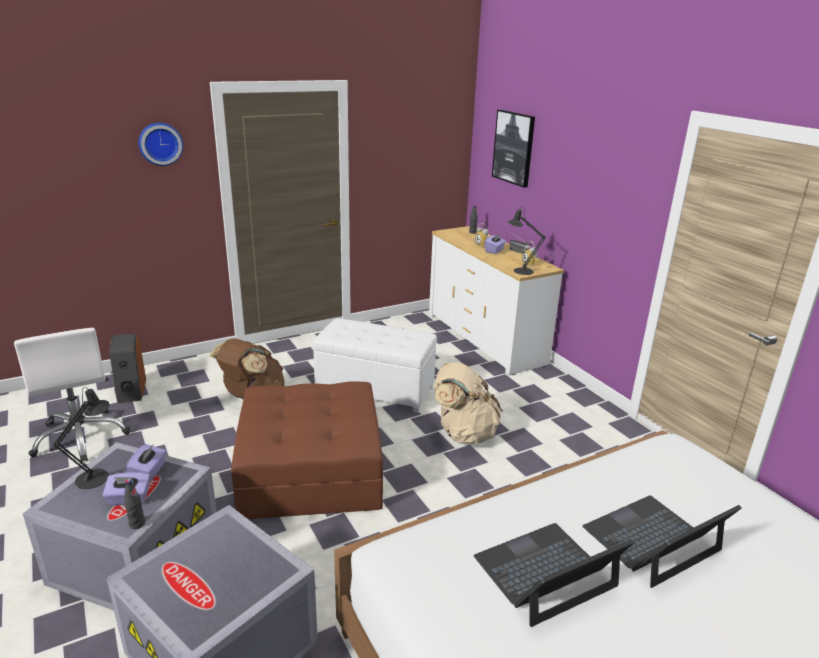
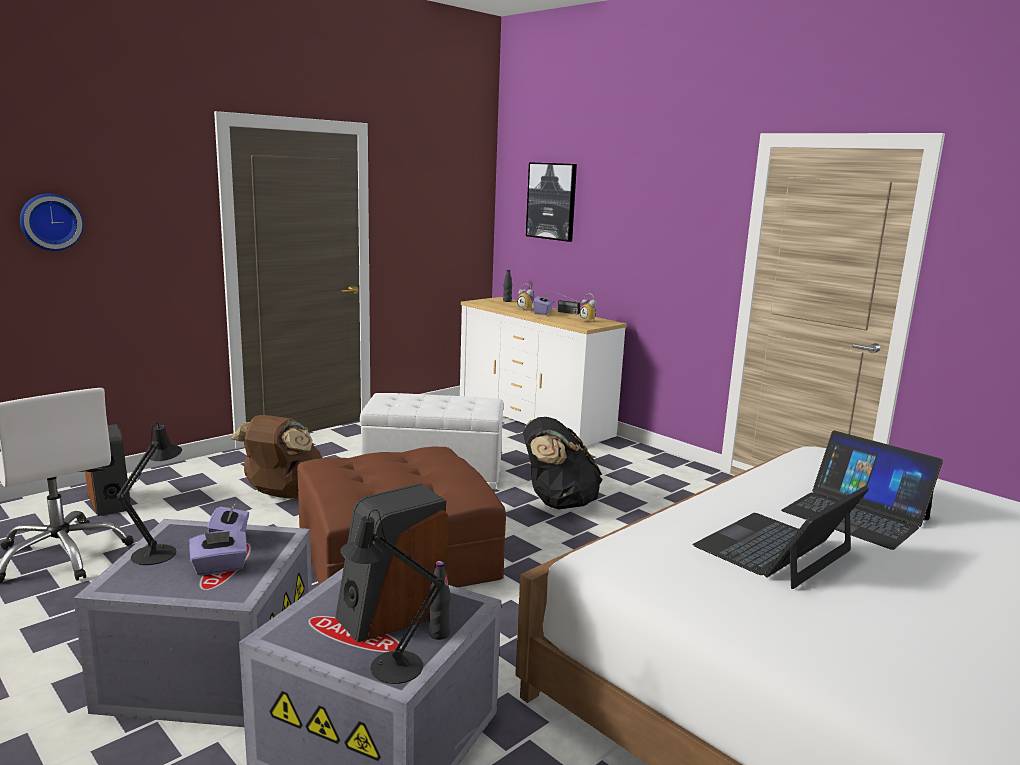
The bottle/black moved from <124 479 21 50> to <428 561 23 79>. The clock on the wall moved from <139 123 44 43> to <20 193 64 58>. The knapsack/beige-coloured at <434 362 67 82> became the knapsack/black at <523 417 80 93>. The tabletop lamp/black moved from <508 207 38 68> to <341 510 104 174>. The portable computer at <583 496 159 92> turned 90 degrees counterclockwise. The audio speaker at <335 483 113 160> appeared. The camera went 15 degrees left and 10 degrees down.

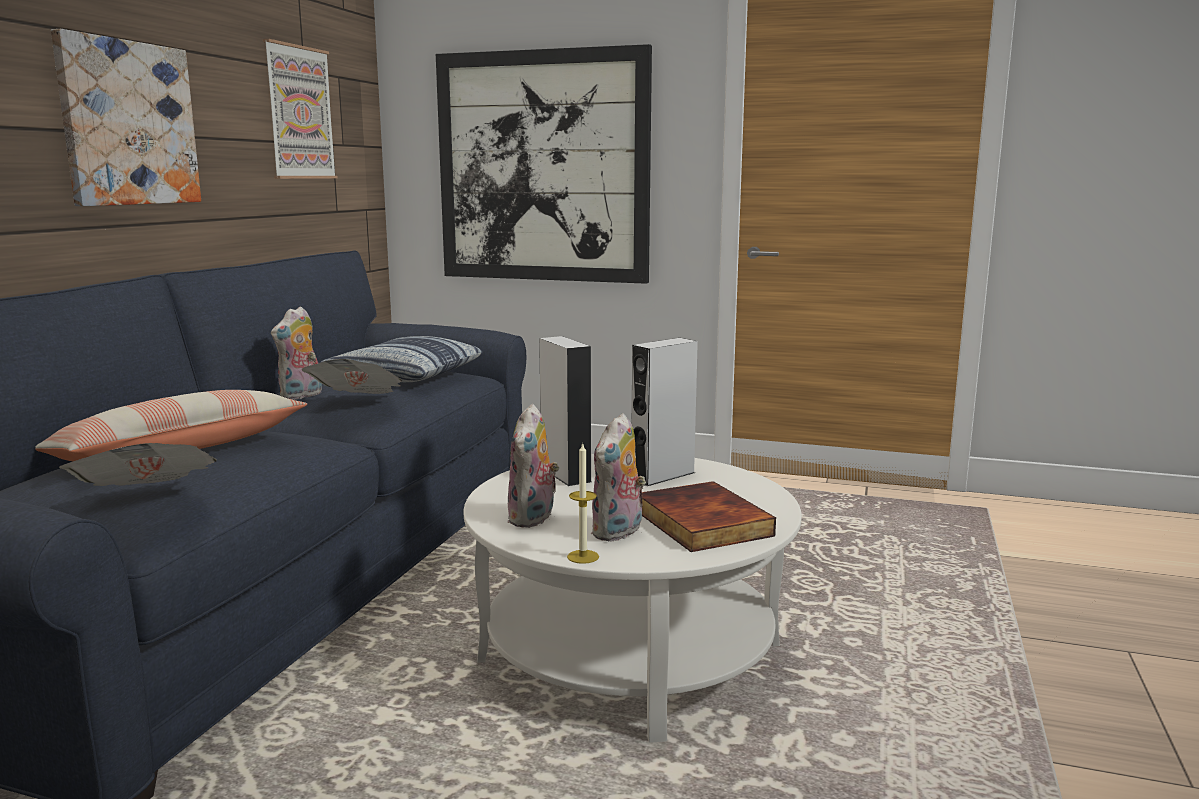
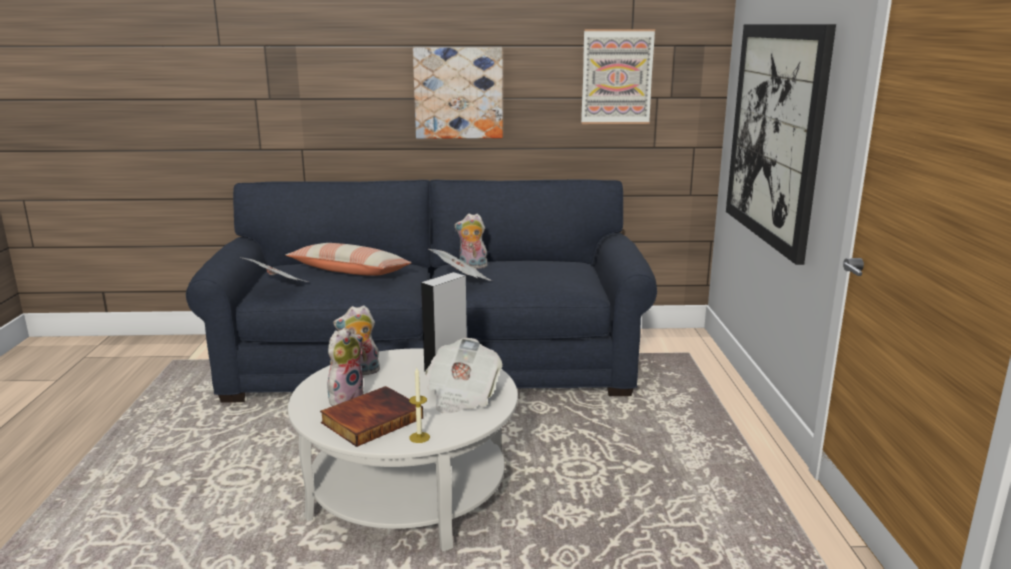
The throw pillow at <320 336 162 46> disappeared. The wax light moved from <567 442 32 122> to <409 368 21 75>. The cuddly toy at <590 413 56 129> turned 120 degrees clockwise. The audio speaker/grey at <632 338 66 148> was replaced by the daily paper at <425 338 77 75>. The camera went 70 degrees right and 5 degrees up.

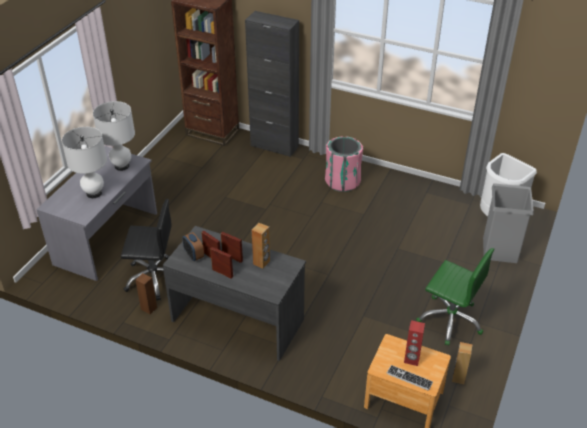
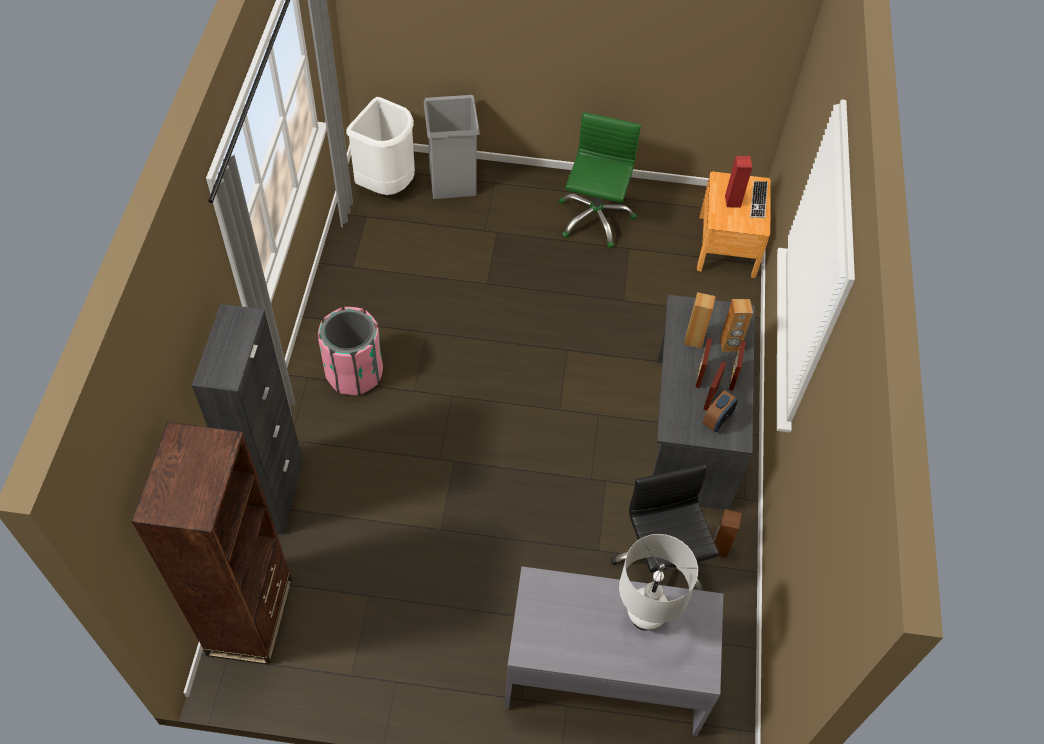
The tabletop lamp/white-coloured at <93 101 42 70> disappeared. The audio speaker/brown-coloured moved from <452 342 20 43> to <720 299 33 53>. The camera went 110 degrees left and 15 degrees up.

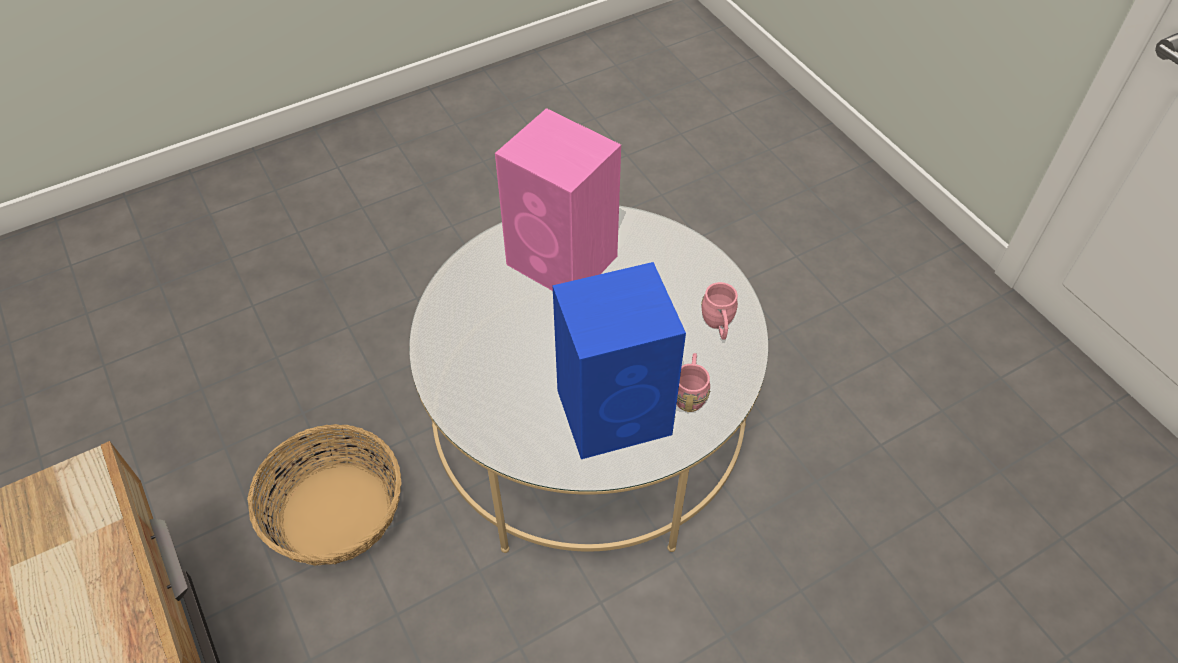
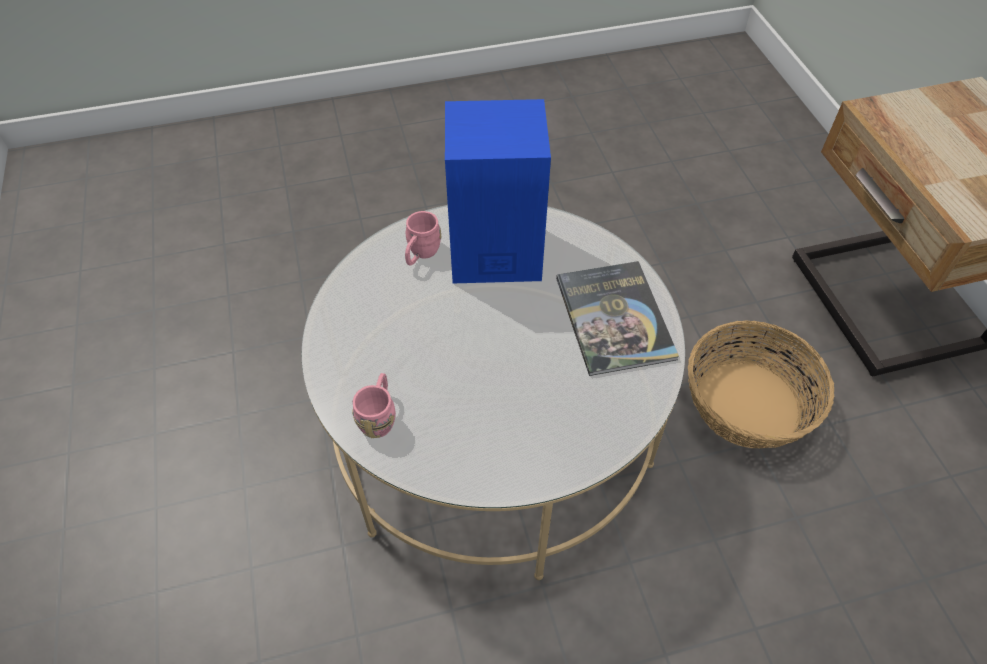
The audio speaker/pink-coloured at <495 108 126 183> disappeared. The tea mug/pink-coloured moved from <701 282 37 58> to <352 373 44 66>. The volume at <556 261 123 115> appeared. The camera went 165 degrees left and 0 degrees up.

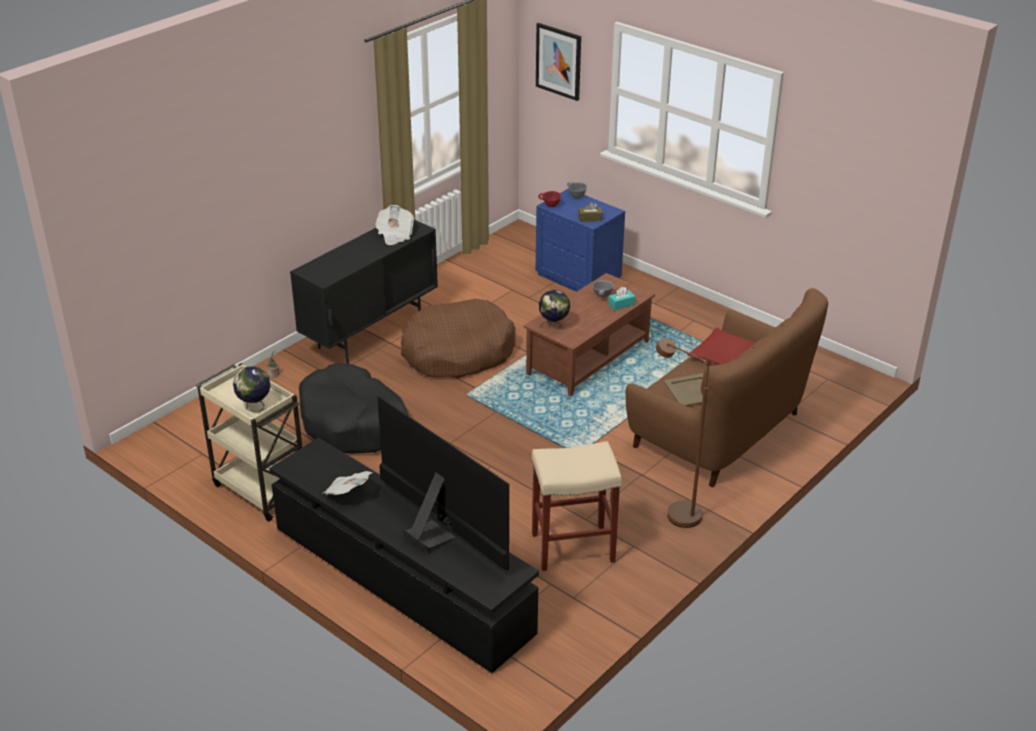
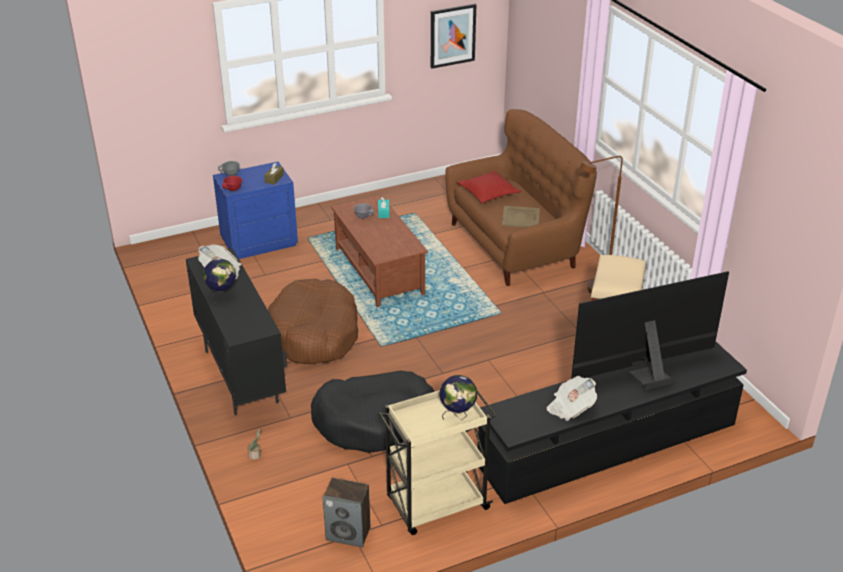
The wall art moved from <536 23 45 78> to <431 4 45 65>. The desk globe moved from <539 290 31 39> to <203 259 33 44>. The audio speaker at <323 478 48 70> appeared. The camera went 65 degrees left and 0 degrees up.

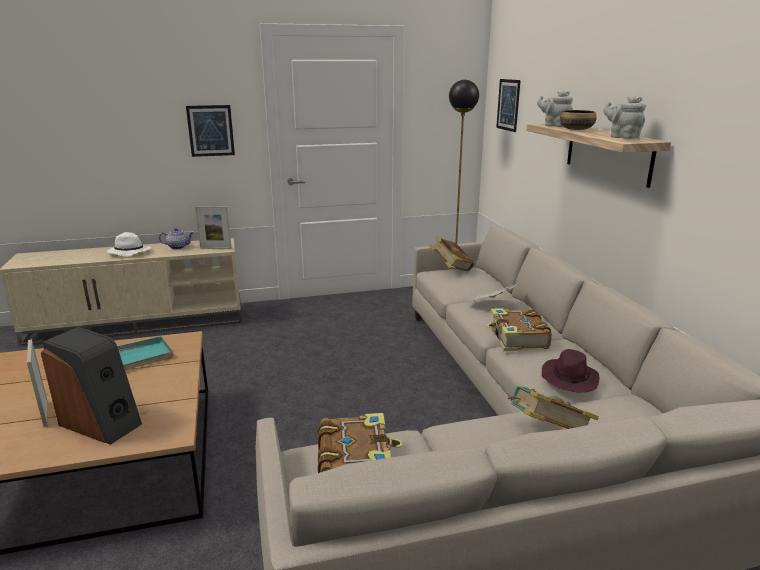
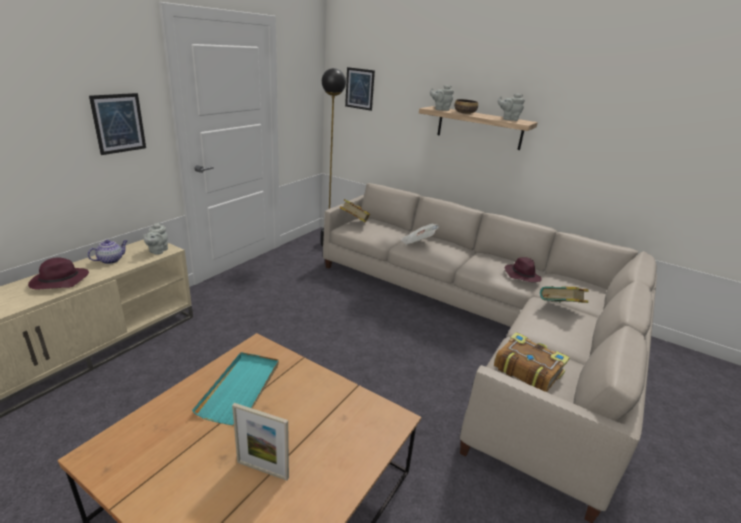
The audio speaker at <41 327 101 118> disappeared. The clothing hat/white-coloured at <106 232 45 25> became the clothing hat/purplish at <28 257 61 33>. The picture frame at <195 206 36 43> was replaced by the teapot/grey at <143 222 25 33>. The volume at <487 308 65 43> disappeared. The camera went 45 degrees left and 5 degrees up.

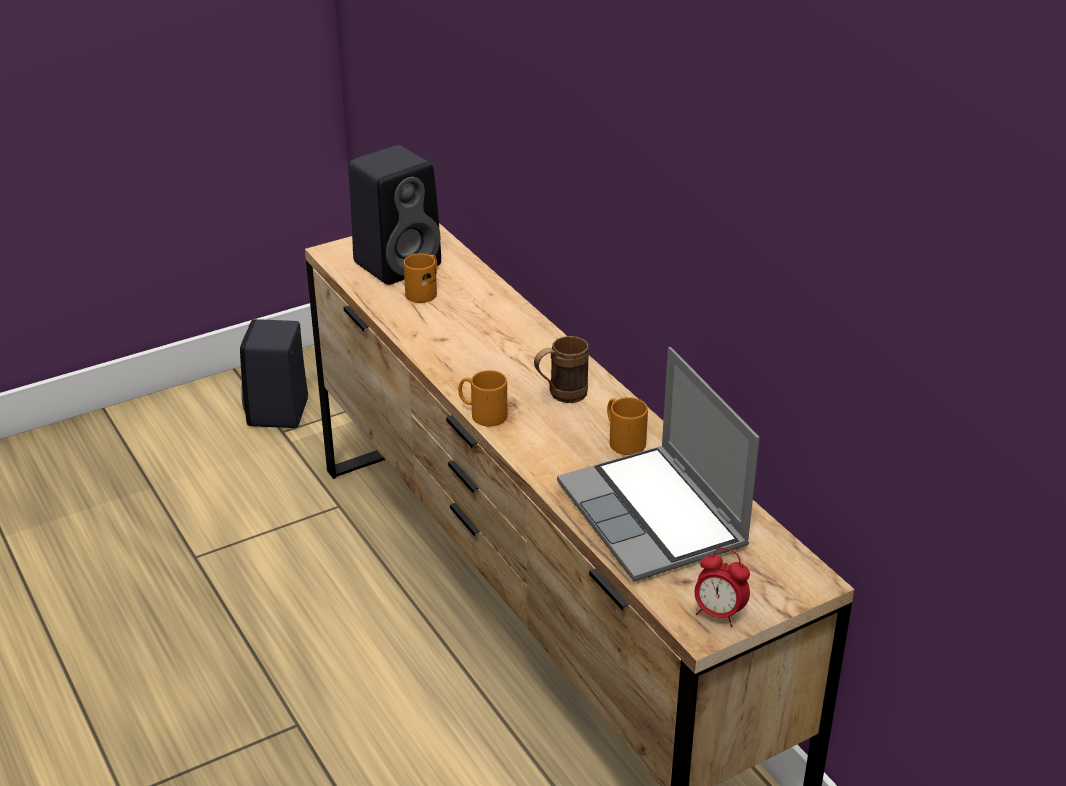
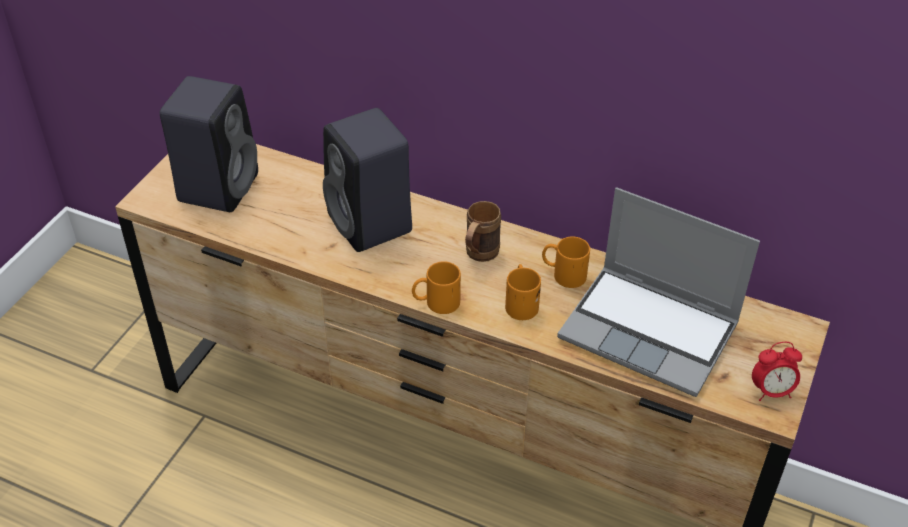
The audio speaker/black moved from <240 319 68 109> to <323 108 89 144>. The tea mug/orange-coloured moved from <404 253 34 50> to <505 264 36 56>. The camera went 35 degrees left and 10 degrees up.

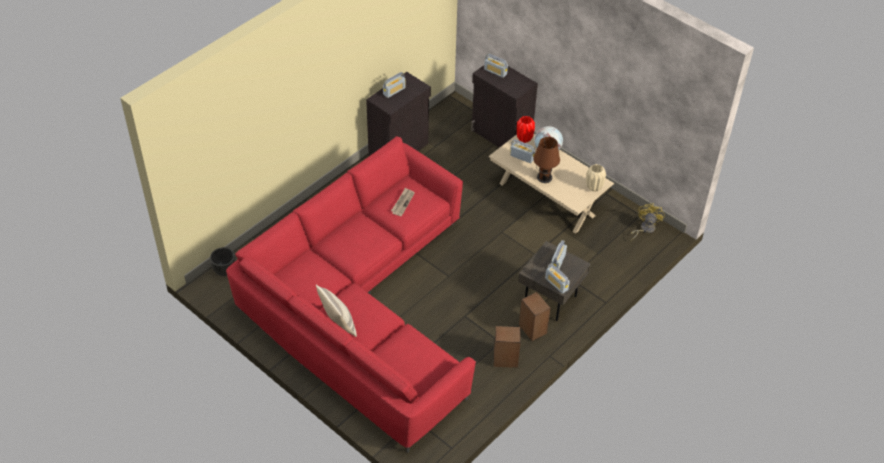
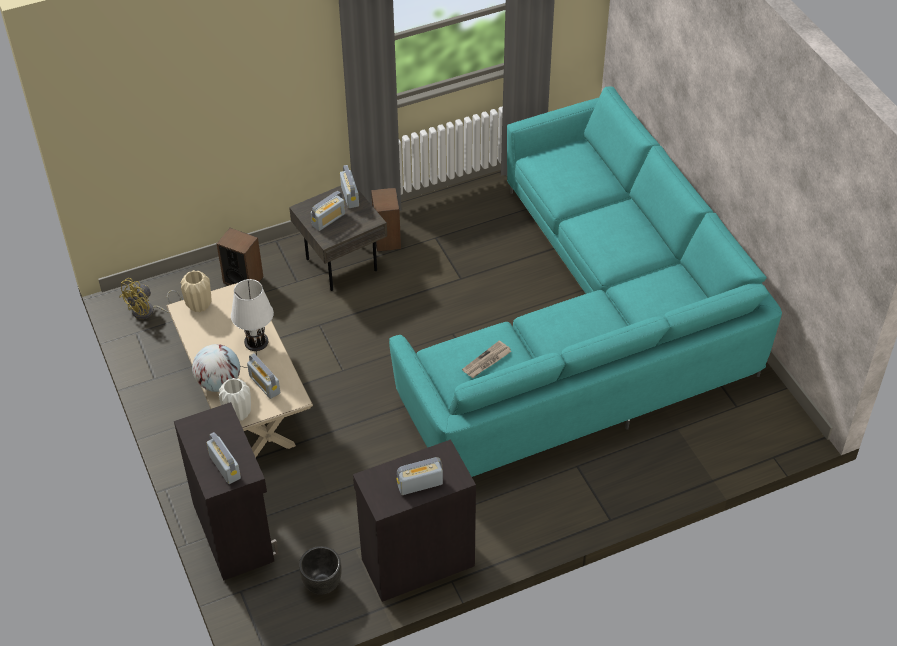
The planter/black moved from <210 247 26 29> to <299 546 42 49>. The couch/red at <226 136 250 317> became the couch/blue-green at <389 87 393 390>. The throw pillow at <316 285 41 52> disappeared. The audio speaker moved from <494 326 27 42> to <217 228 46 57>. The vase/red at <517 116 18 27> became the vase/white-coloured at <219 378 32 43>. The tabletop lamp/brown-coloured at <533 137 27 46> became the tabletop lamp/white-coloured at <231 279 43 89>. The camera went 155 degrees left and 0 degrees up.

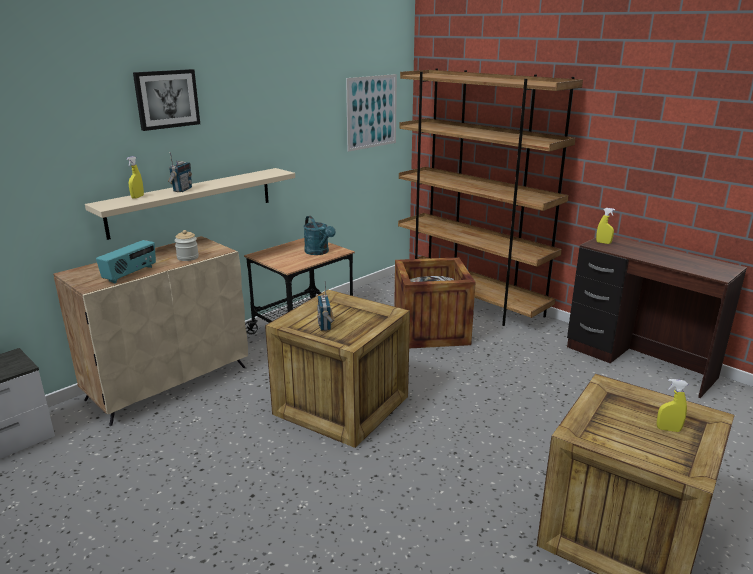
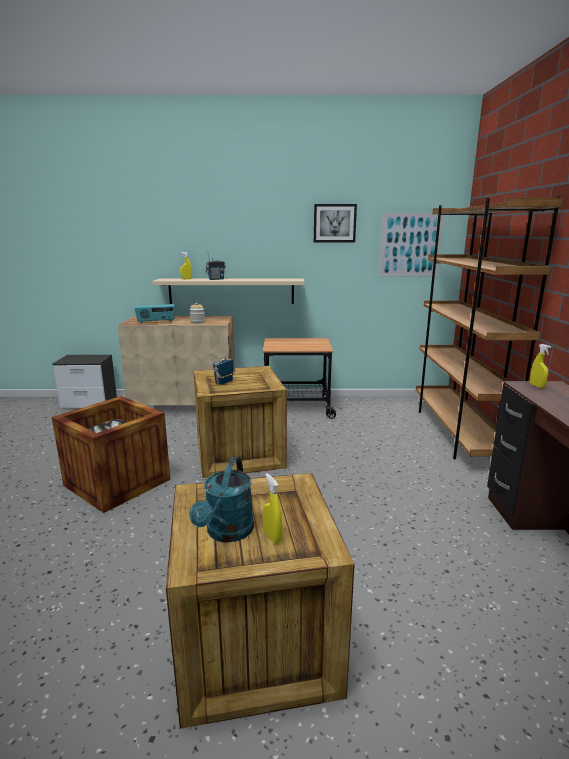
The wall art moved from <133 69 67 62> to <314 204 43 38>. The watering can/blue-green moved from <304 216 32 39> to <190 457 64 85>. The shipping crate moved from <394 257 82 91> to <52 396 118 117>. The camera went 45 degrees right and 5 degrees down.

